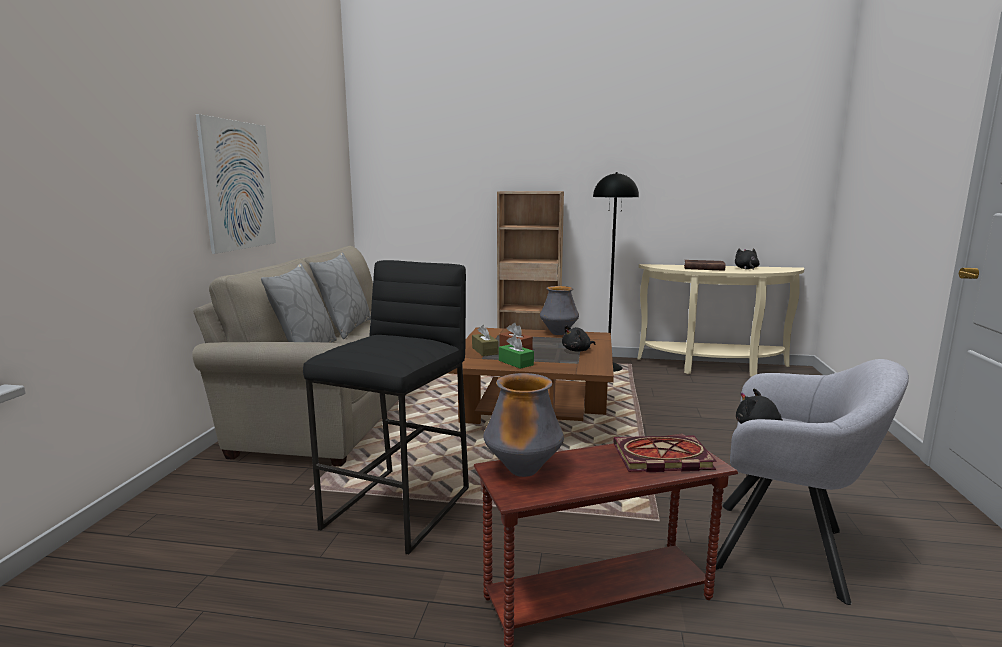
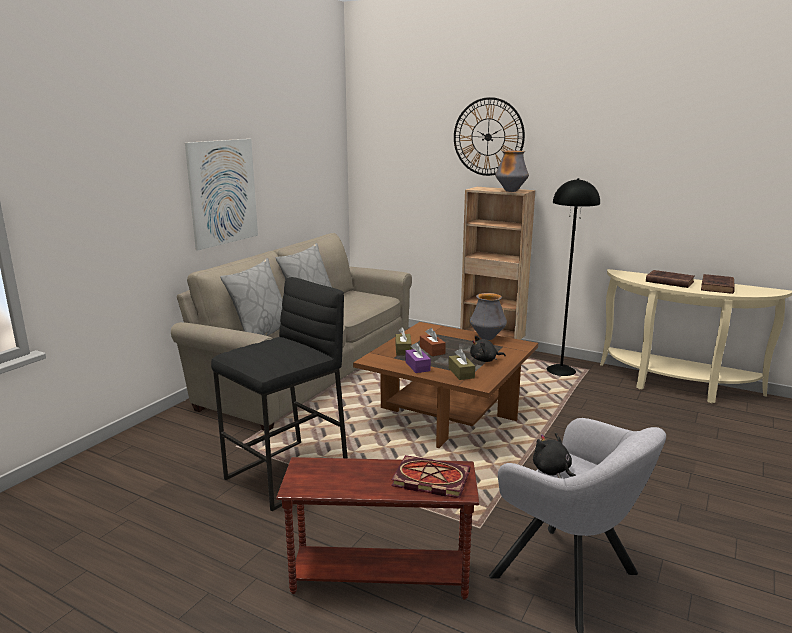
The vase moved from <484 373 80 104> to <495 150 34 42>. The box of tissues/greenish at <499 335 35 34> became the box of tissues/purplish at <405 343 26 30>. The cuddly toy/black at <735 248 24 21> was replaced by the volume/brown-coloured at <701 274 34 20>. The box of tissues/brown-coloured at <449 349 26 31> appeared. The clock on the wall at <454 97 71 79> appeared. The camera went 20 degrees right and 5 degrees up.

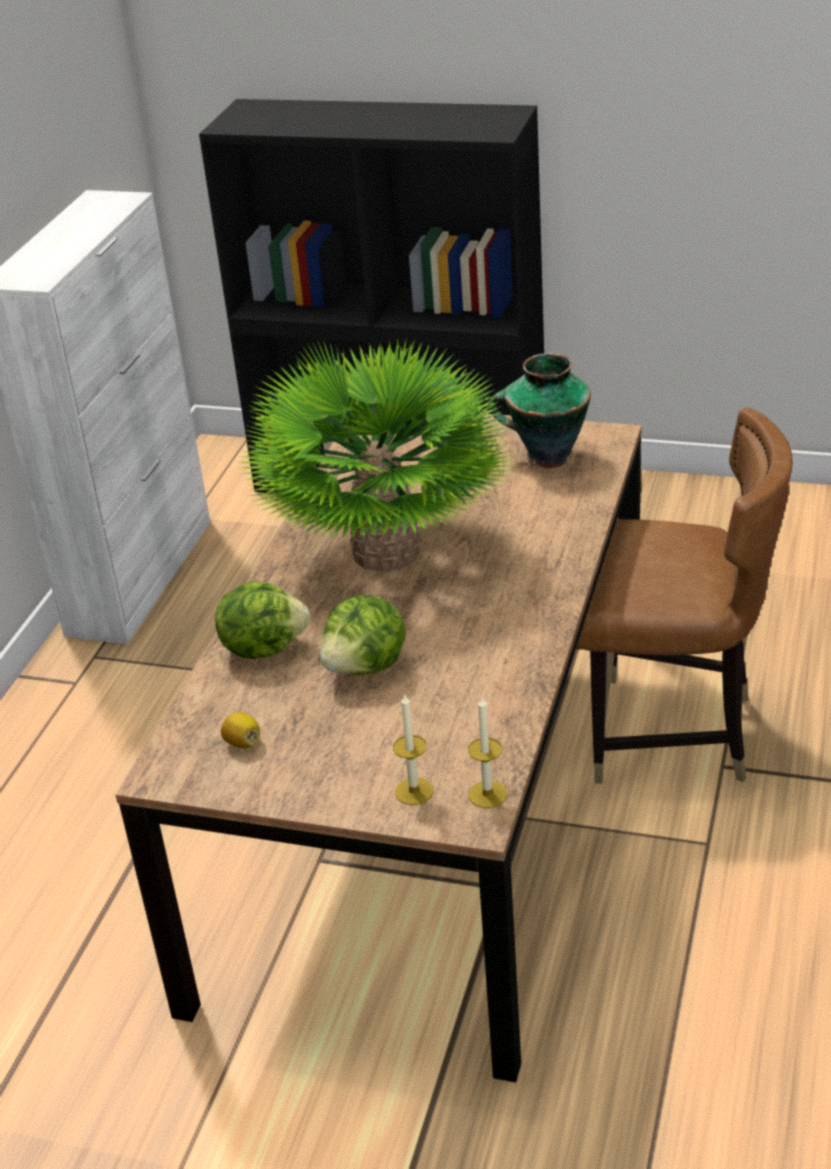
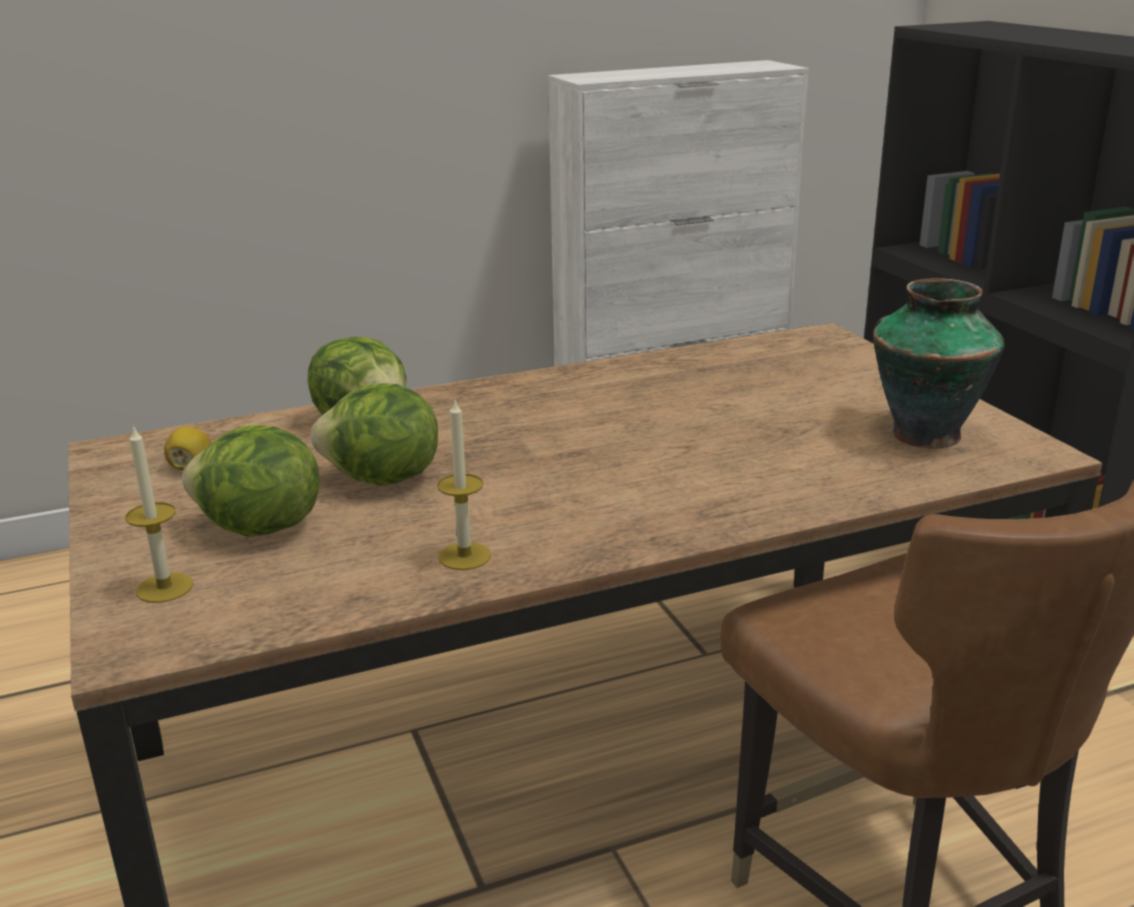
The houseplant at <239 339 275 233> disappeared. The wax light moved from <468 695 39 113> to <437 400 54 170>. The head of lettuce at <182 425 137 112> appeared. The camera went 50 degrees right and 10 degrees down.

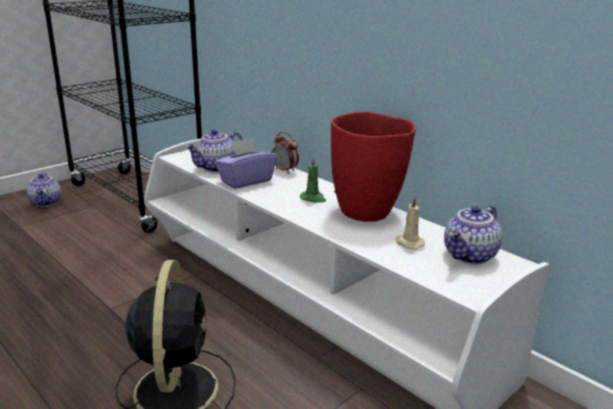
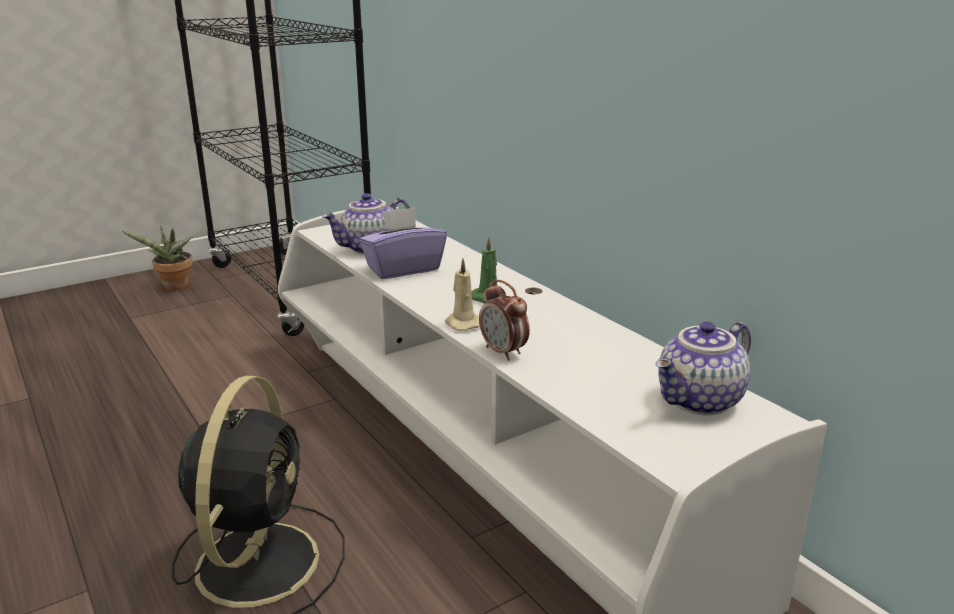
The teapot at <27 172 34 35> was replaced by the houseplant at <122 225 71 66>. The alarm clock moved from <271 132 28 42> to <479 280 51 81>. The vase/red at <331 112 85 110> disappeared. The wax light/beige-coloured moved from <396 196 29 53> to <445 258 35 73>. The camera went 10 degrees right and 0 degrees up.

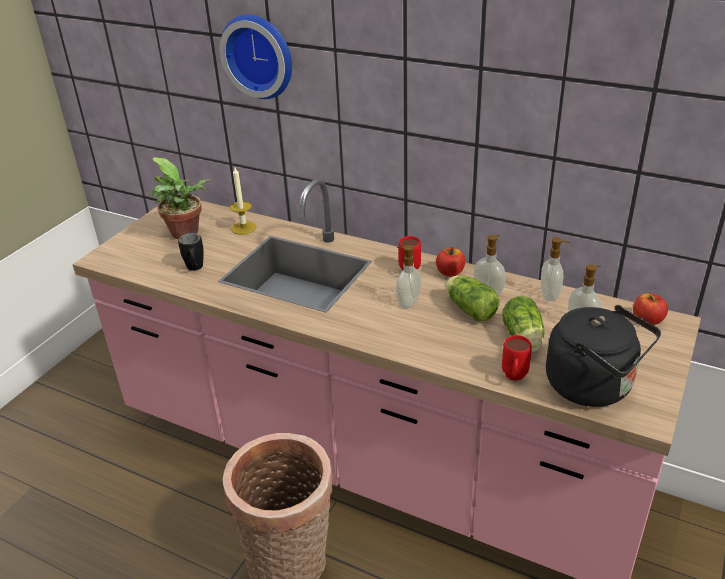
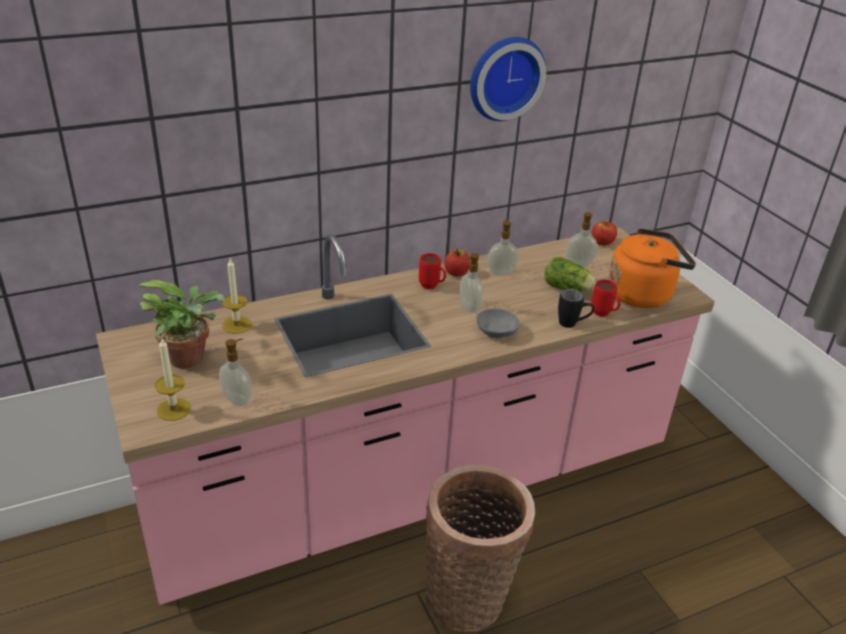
The tea mug/black moved from <178 233 26 38> to <558 289 36 39>. The clock on the wall moved from <220 15 72 84> to <470 37 76 84>. The head of lettuce at <445 276 54 45> disappeared. The soap bottle moved from <541 237 29 64> to <219 339 32 67>. The tea kettle/black at <546 305 115 102> became the tea kettle/orange-coloured at <608 228 88 80>. The wax light at <155 338 36 83> appeared. The bowl/grey at <476 308 44 30> appeared. The camera went 55 degrees left and 0 degrees up.

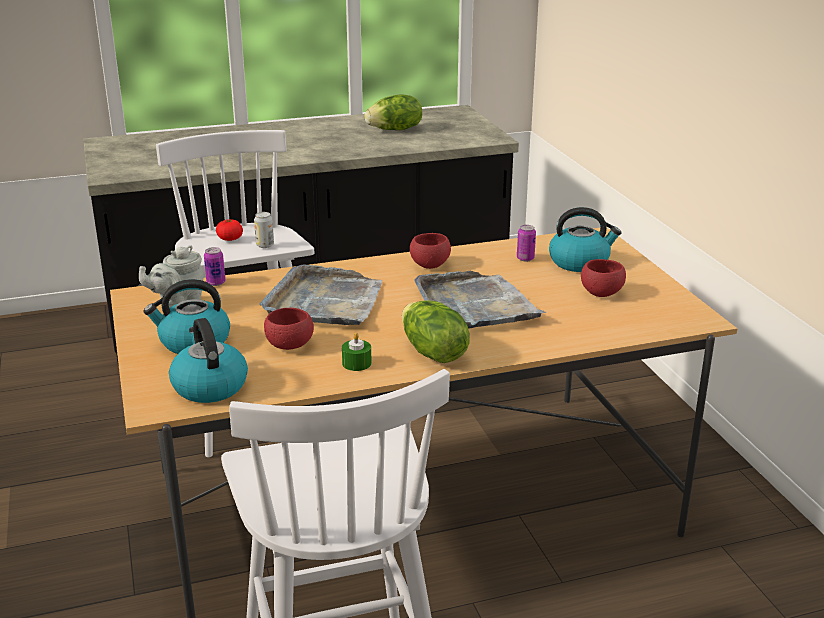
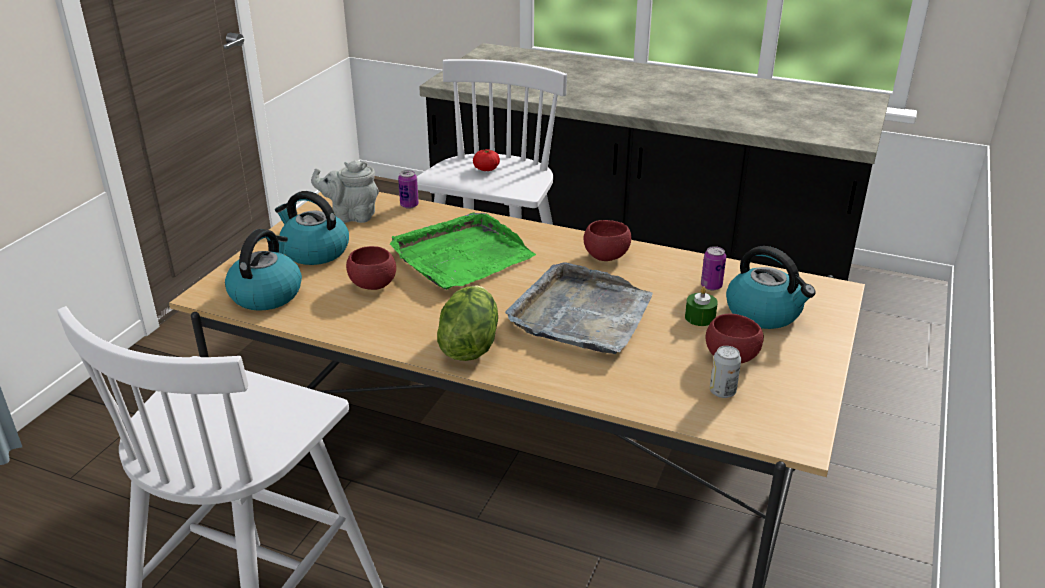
The sealed can moved from <254 212 20 36> to <710 346 31 52>. The carrying tray/grey at <259 264 123 61> became the carrying tray/greenish at <390 213 146 77>. The wax light/greenish moved from <342 332 30 39> to <685 286 33 40>. The head of lettuce at <364 94 58 36> disappeared. The camera went 40 degrees right and 5 degrees up.

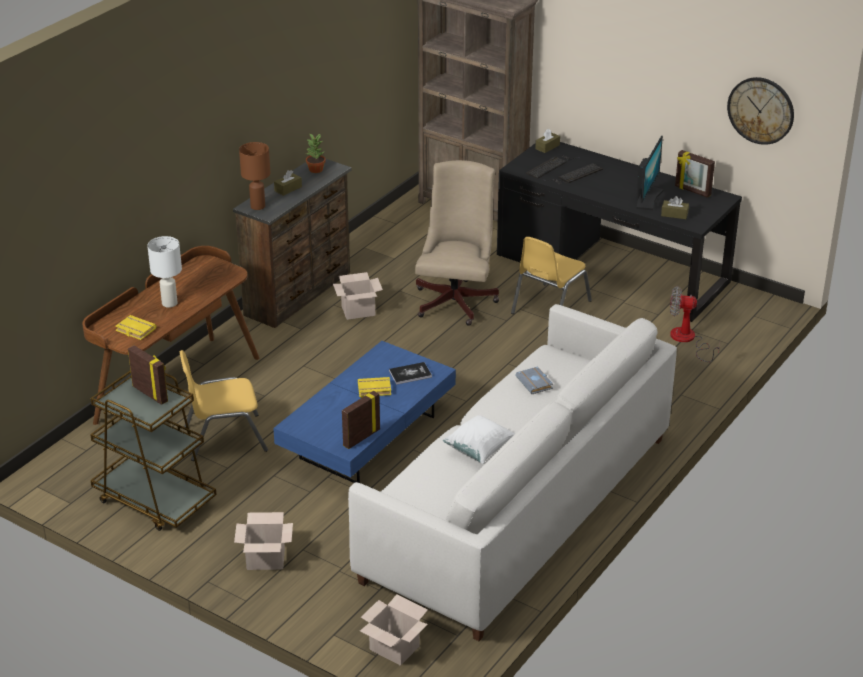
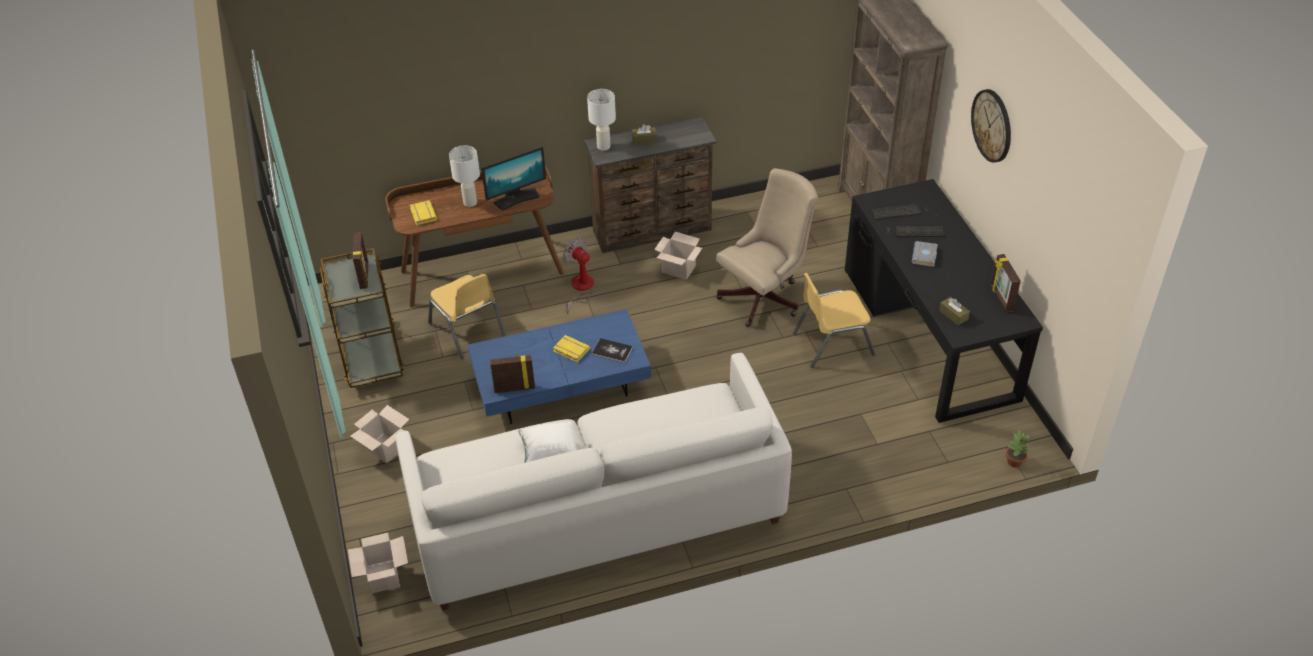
The upright chair/yellow-coloured at <179 350 89 111> turned 150 degrees counterclockwise. The tabletop lamp/brown-coloured at <239 142 31 68> became the tabletop lamp/white-coloured at <587 89 29 62>. The houseplant moved from <306 133 20 40> to <1006 430 24 38>. The volume/grey moved from <515 367 38 27> to <912 241 26 26>. The box of tissues/brown-coloured at <535 129 25 24> disappeared. The computer screen moved from <636 136 27 74> to <481 147 65 64>. The electric fan moved from <670 286 50 76> to <563 238 31 76>. The clock on the wall moved from <727 77 67 68> to <971 89 40 74>. The camera went 40 degrees right and 10 degrees up.

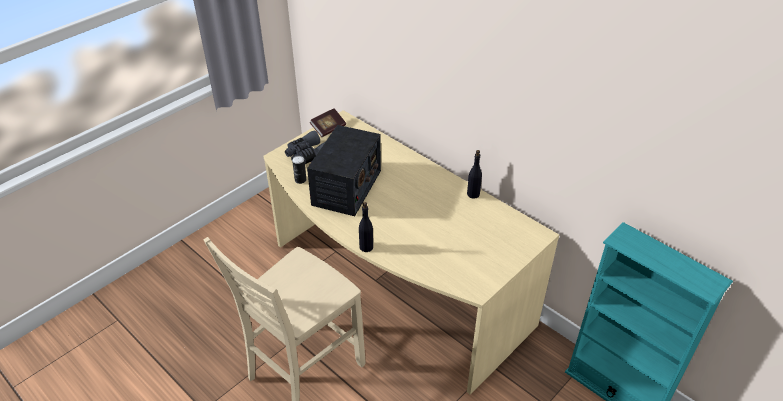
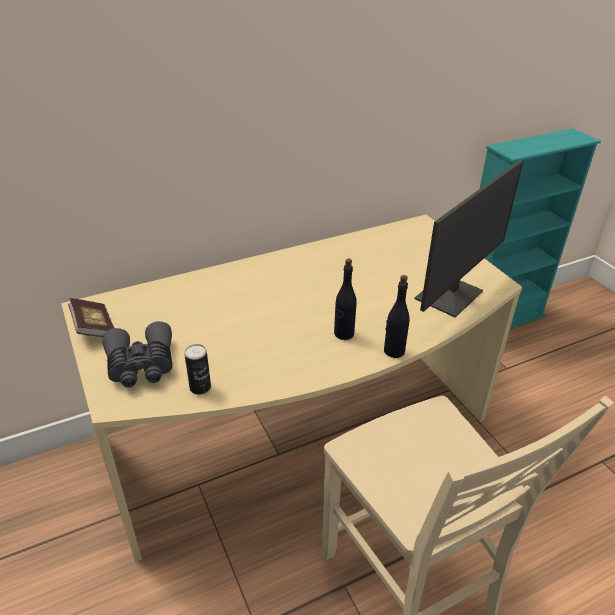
The radio receiver at <307 125 74 91> disappeared. The bottle/black moved from <467 150 15 49> to <334 259 23 81>. The computer screen at <414 160 109 158> appeared. The camera went 70 degrees left and 5 degrees down.

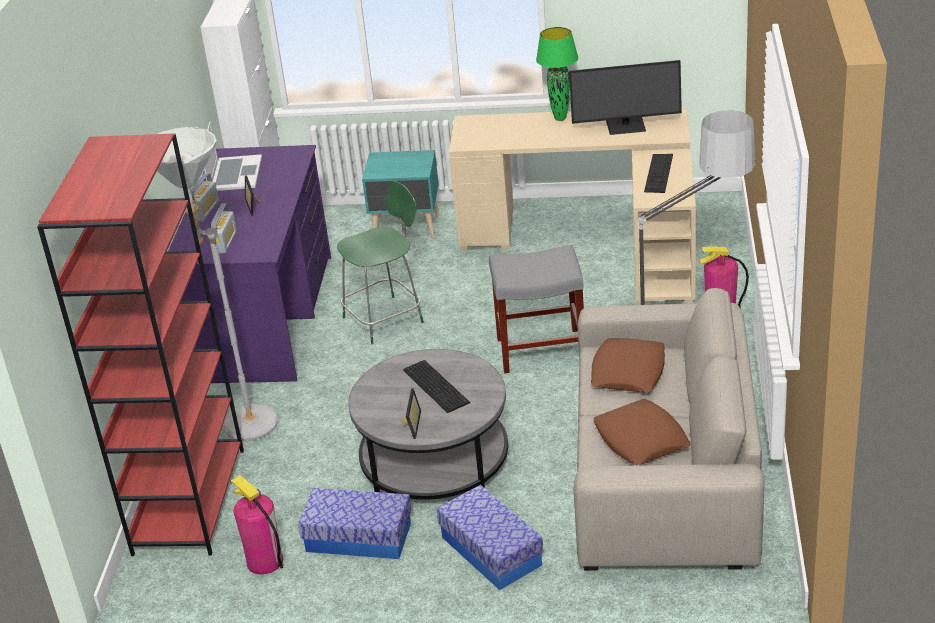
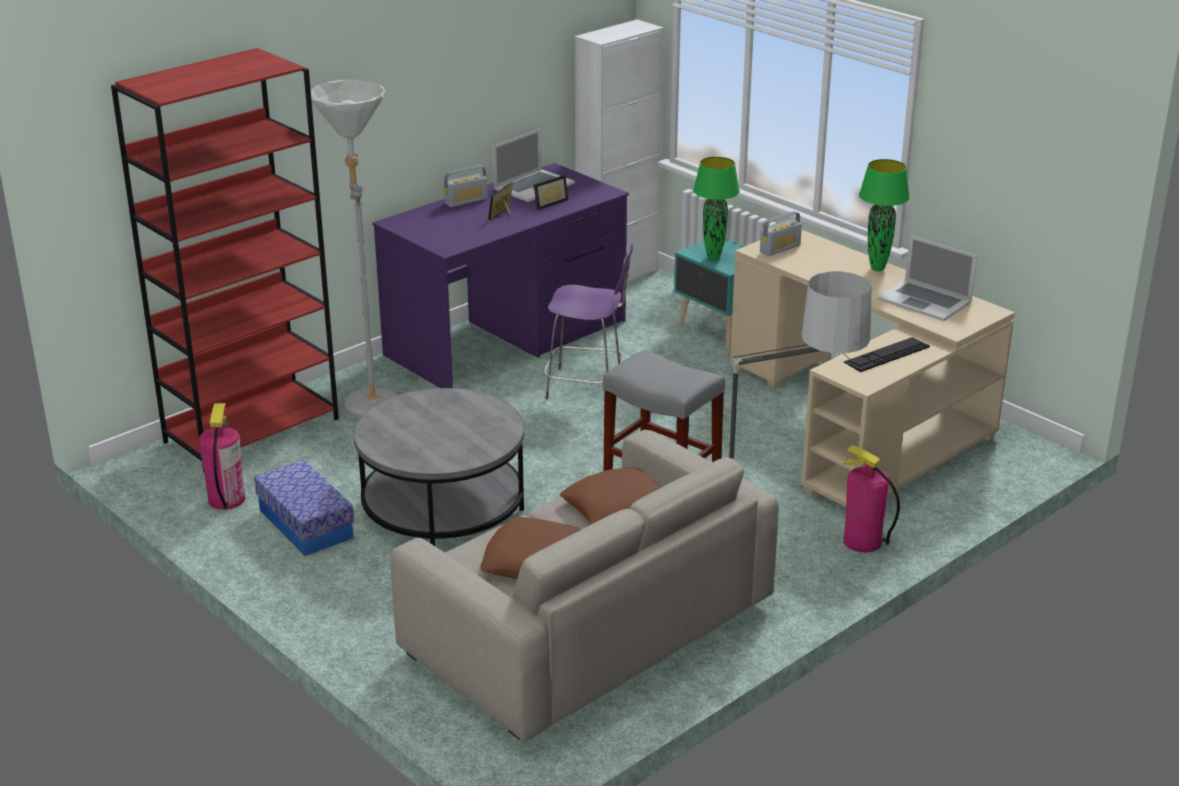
The radio receiver moved from <210 203 27 50> to <760 211 42 45>. The sitting stool/greenish at <337 180 87 164> became the sitting stool/purplish at <544 244 89 155>. The picture frame moved from <402 388 19 51> to <534 175 34 35>. The PC keyboard at <403 360 67 53> disappeared. The storage bin at <436 485 108 105> disappeared. The computer screen at <569 60 113 75> was replaced by the portable computer at <877 235 100 86>. The tabletop lamp/greenish at <693 157 47 103> appeared. The camera went 40 degrees right and 5 degrees down.

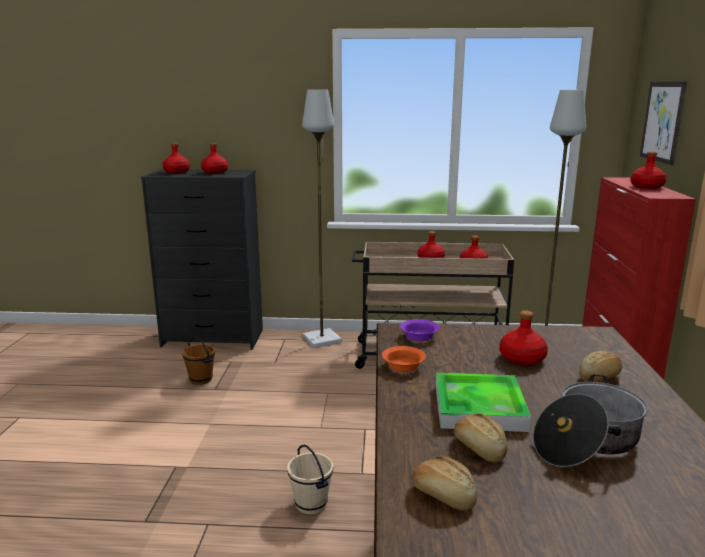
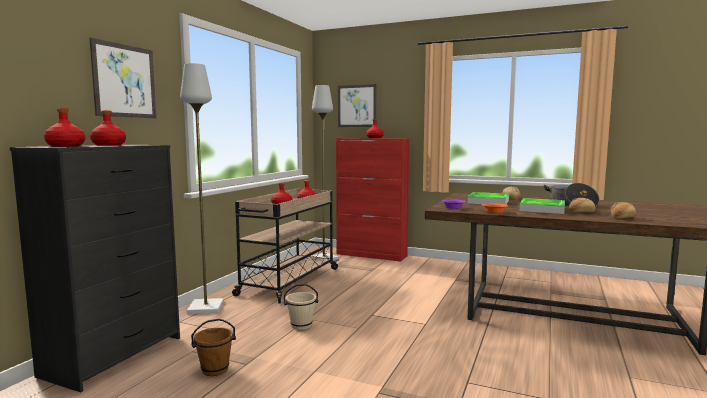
The water bucket/beige-coloured moved from <287 445 46 69> to <284 284 34 46>. The bottle/red at <499 310 49 56> was replaced by the carrying tray at <467 192 42 12>. The wall art at <89 38 67 80> appeared. The camera went 70 degrees left and 10 degrees down.

